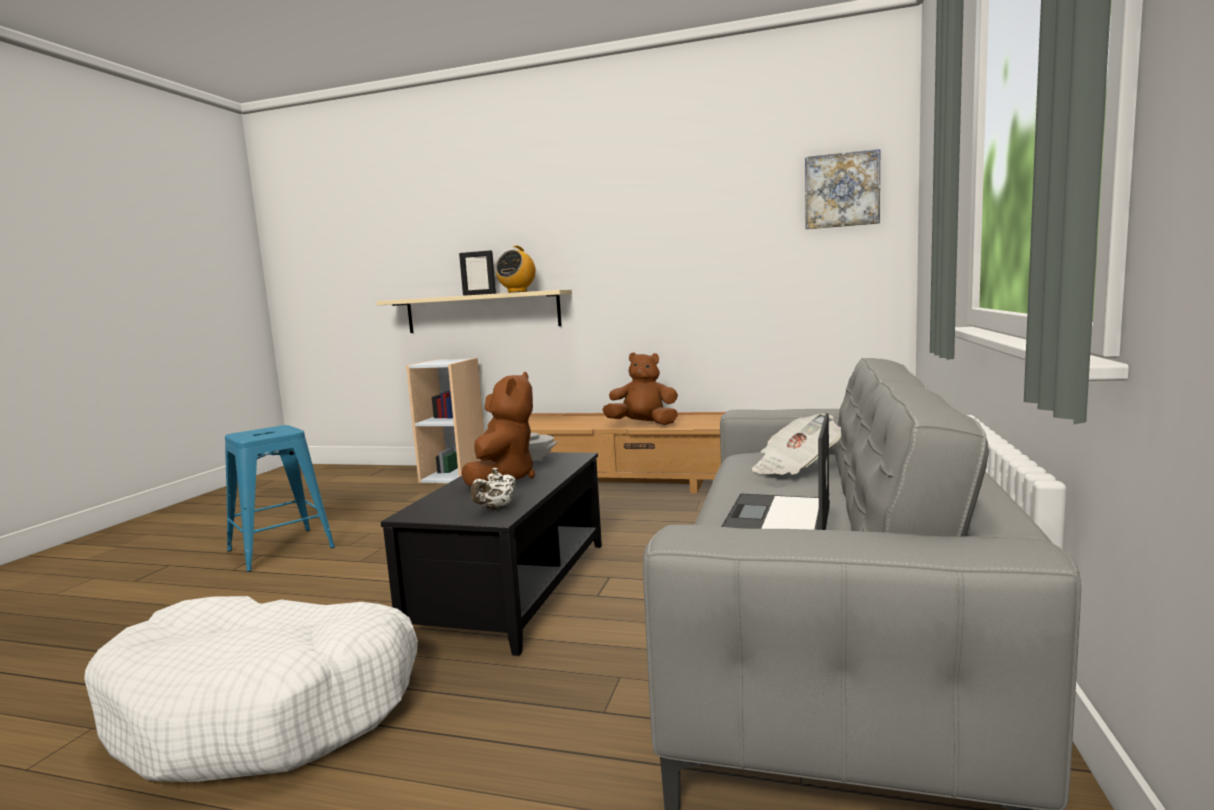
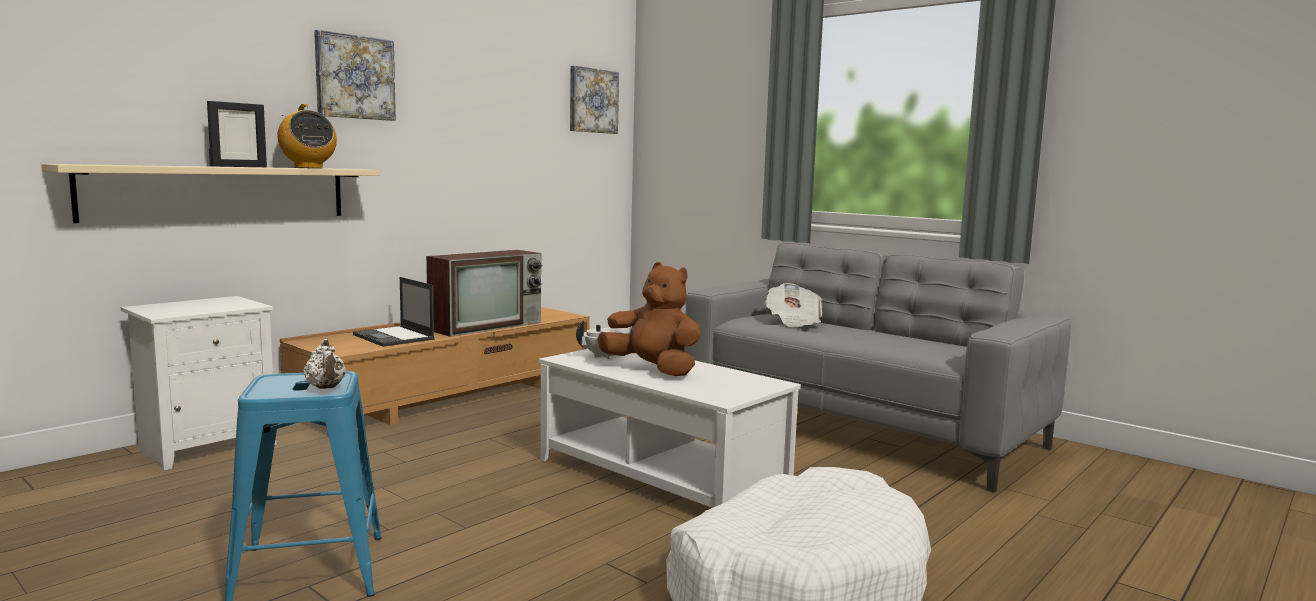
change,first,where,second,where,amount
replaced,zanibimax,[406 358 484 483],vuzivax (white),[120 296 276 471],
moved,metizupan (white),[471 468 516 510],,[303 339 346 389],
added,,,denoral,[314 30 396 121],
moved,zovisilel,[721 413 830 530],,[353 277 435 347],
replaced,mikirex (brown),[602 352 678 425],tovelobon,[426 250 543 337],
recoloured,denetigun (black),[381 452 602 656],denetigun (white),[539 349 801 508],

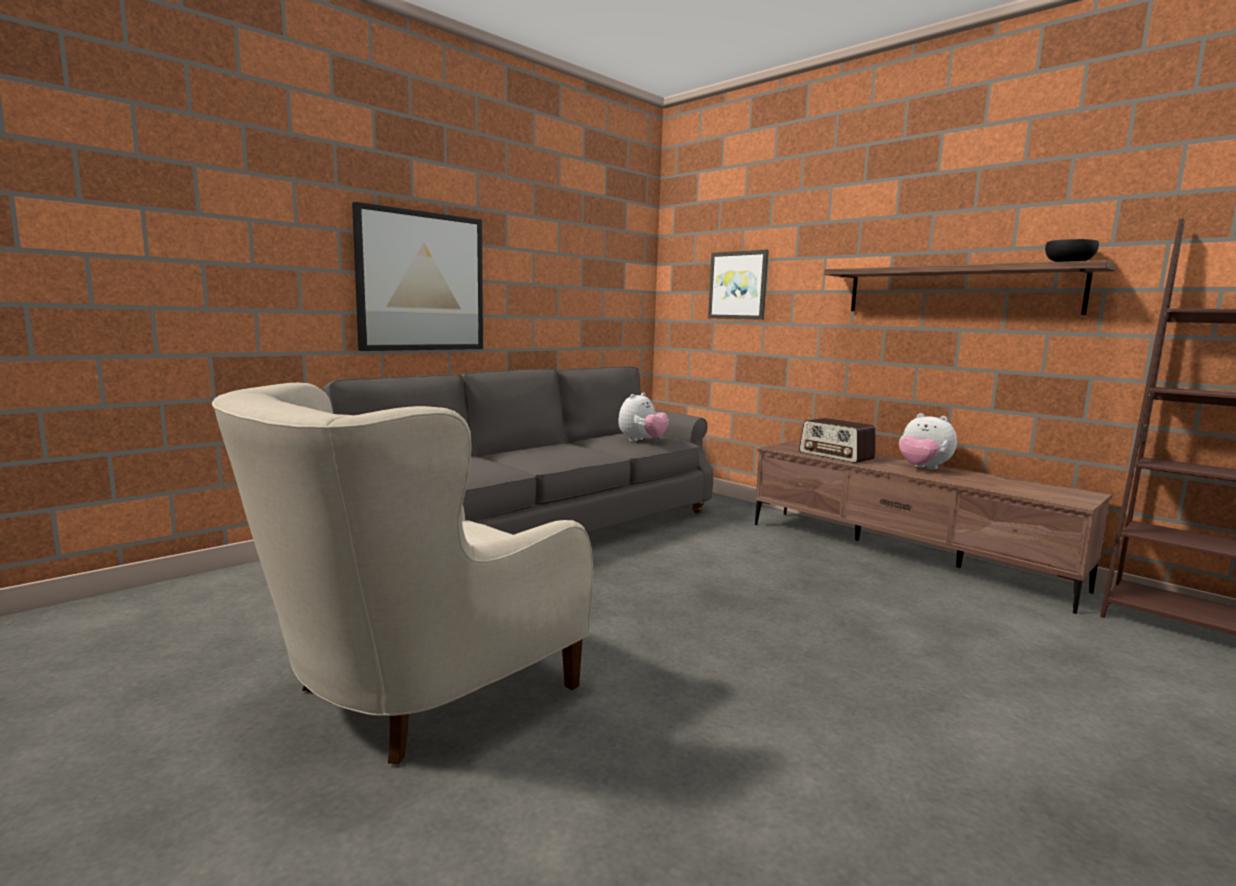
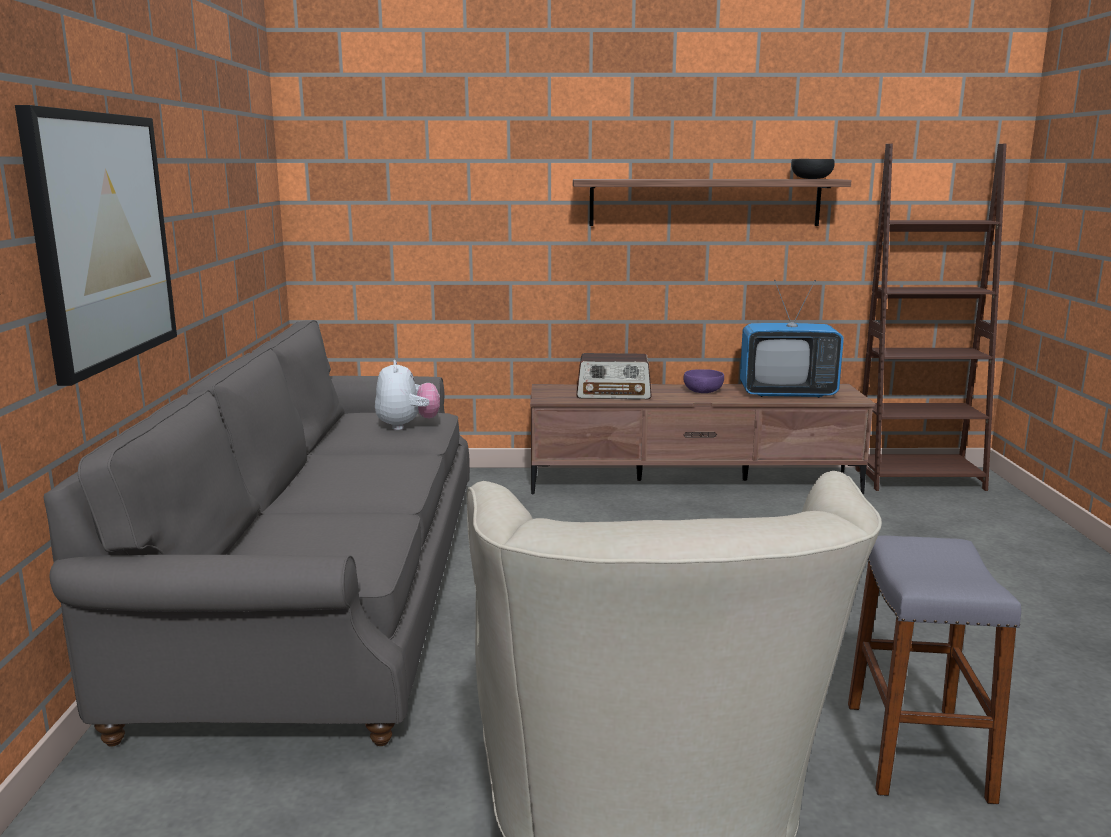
change,first,where,second,where,amount
replaced,mikirex,[899 413 957 470],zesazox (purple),[684 369 724 393],
added,,,tovelobon,[740 280 844 398],
added,,,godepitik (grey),[848 535 1021 804],
removed,denoral,[708 250 769 320],,,

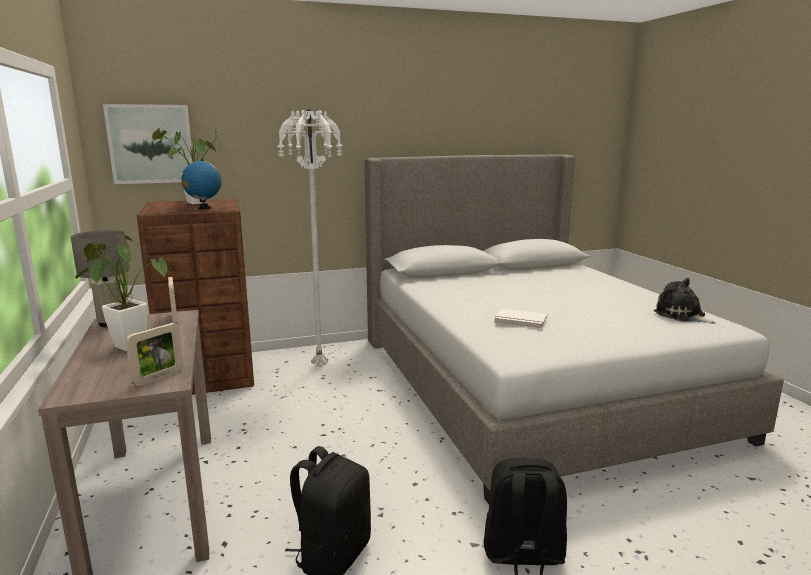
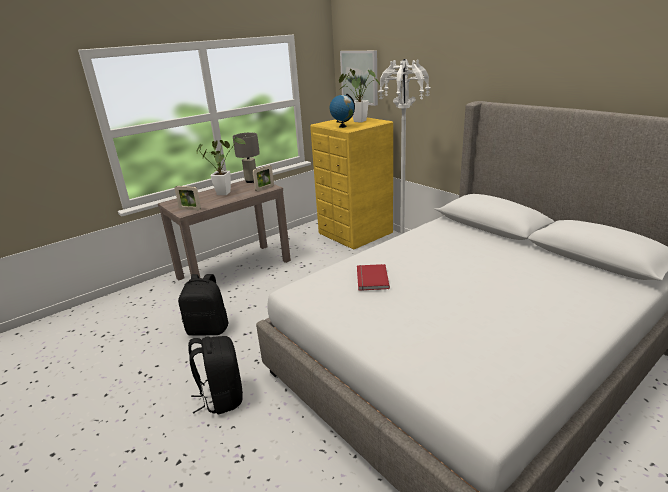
change,first,where,second,where,amount
recoloured,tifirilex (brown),[137 199 254 395],tifirilex (yellow),[310 116 393 250],
recoloured,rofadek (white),[494 308 547 329],rofadek (red),[357 264 390 291],
removed,mikirex,[654 278 716 324],,,

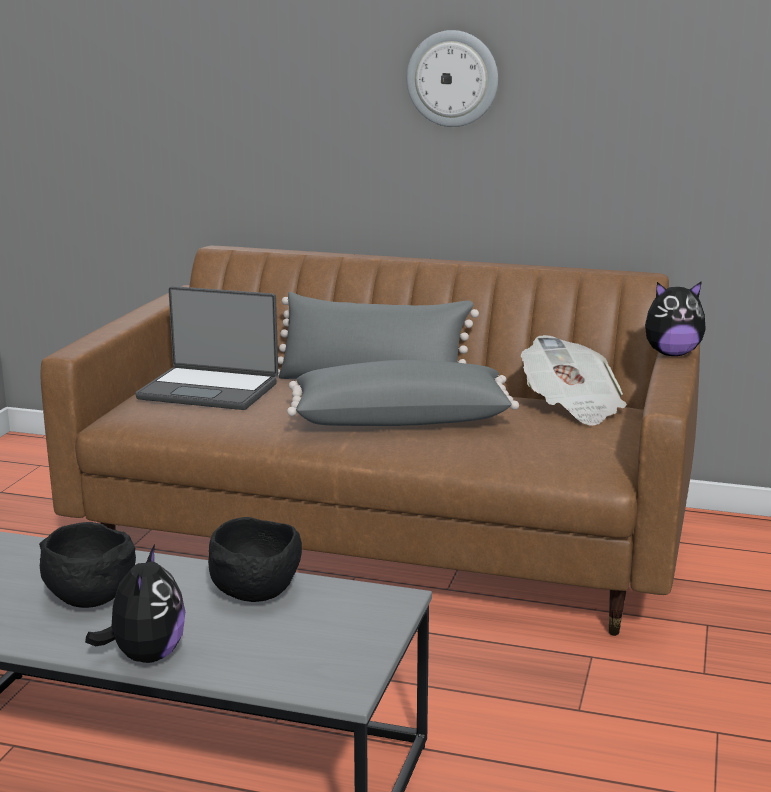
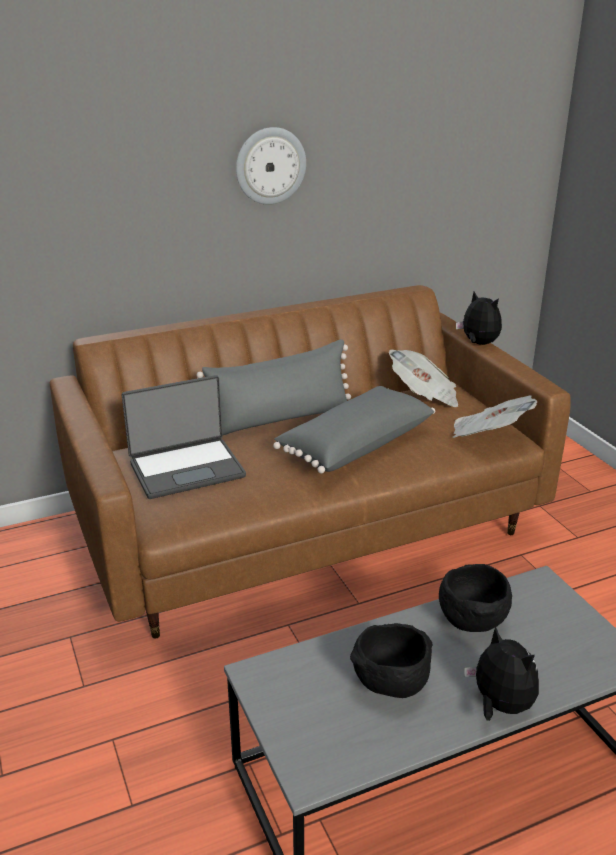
change,first,where,second,where,amount
added,,,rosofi,[453 395 537 438],
turned,mikirex,[645 281 706 356],,[456 292 502 345],90 degrees counterclockwise

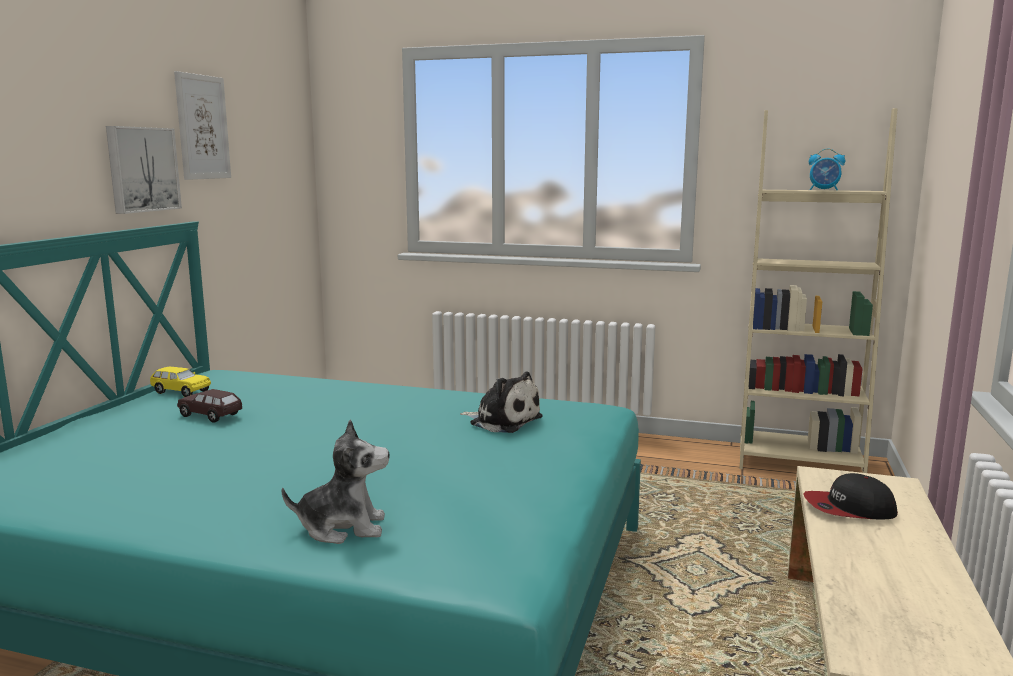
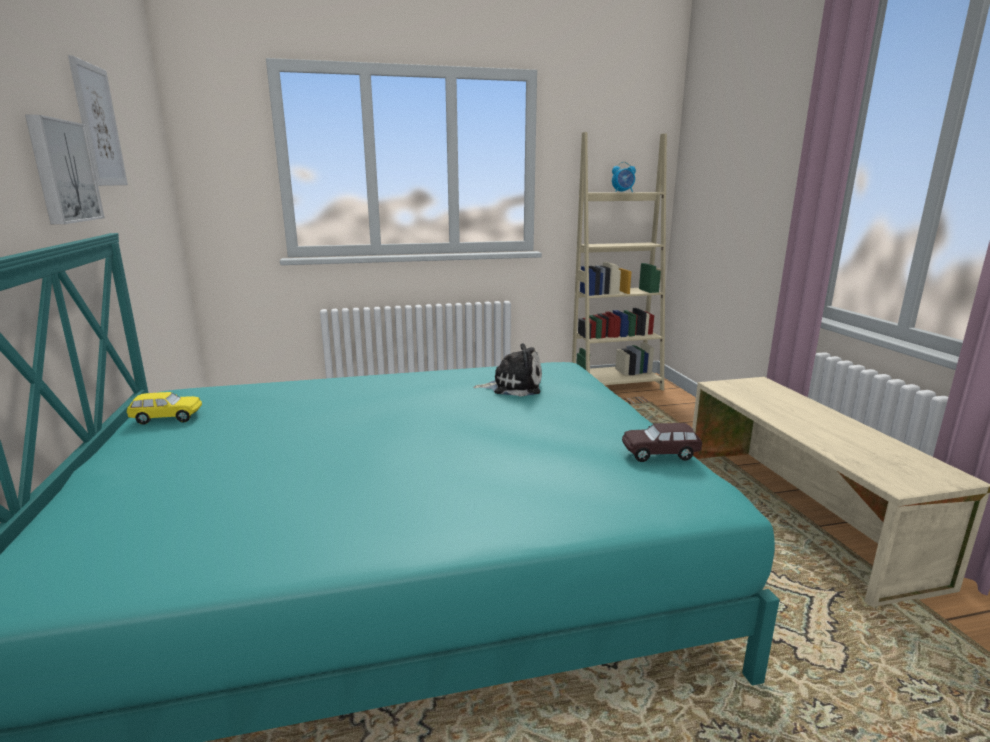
change,first,where,second,where,amount
moved,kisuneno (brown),[177 389 242 423],,[622 423 702 462],
removed,mikirex,[281 419 389 544],,,
removed,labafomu,[803 473 898 519],,,

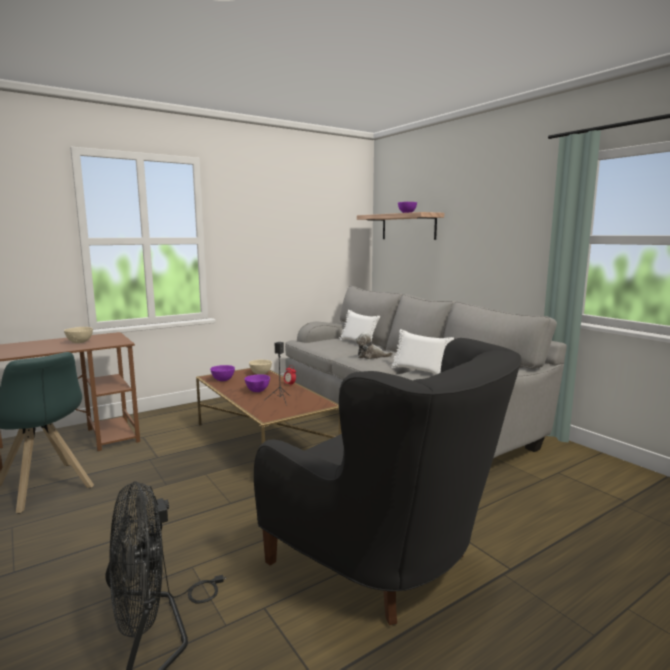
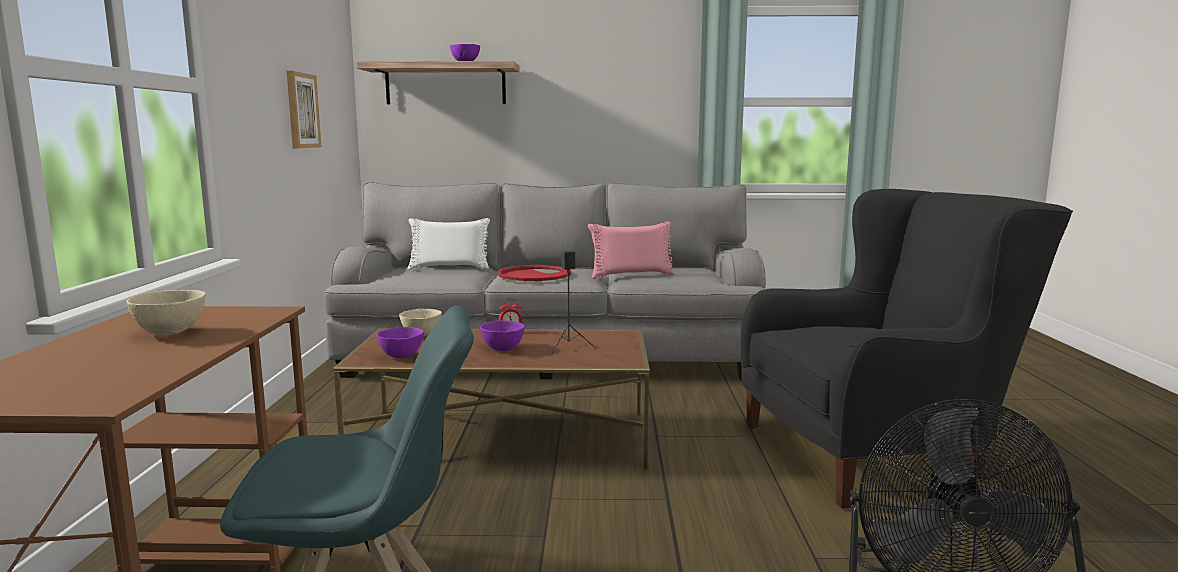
change,first,where,second,where,amount
added,,,denoral,[287 71 321 148],
replaced,mikirex,[356 332 393 359],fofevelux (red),[497 265 571 281],
recoloured,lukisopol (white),[391 329 454 375],lukisopol (pink),[588 222 675 279],

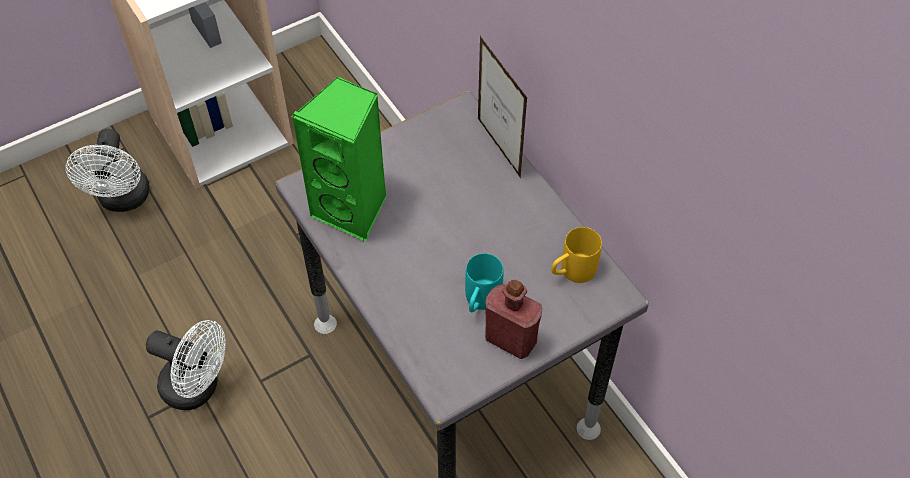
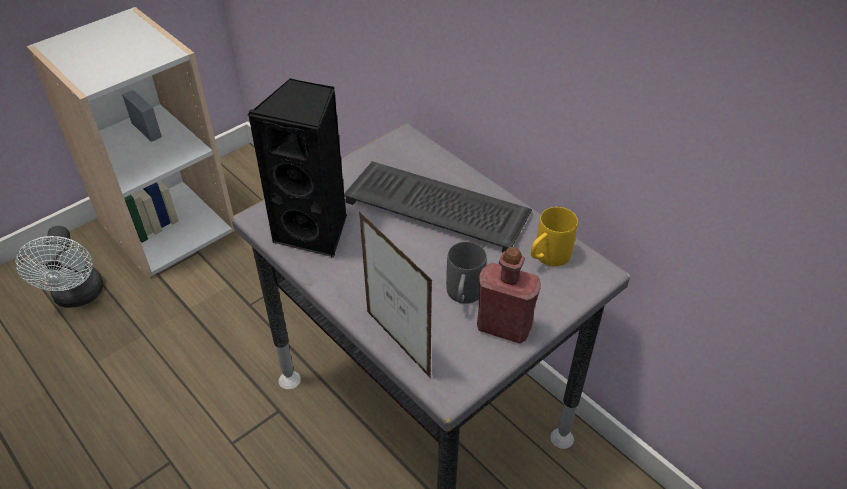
change,first,where,second,where,amount
recoloured,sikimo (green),[291 76 387 242],sikimo (black),[248 78 347 259],
added,,,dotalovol,[344 161 532 252],
moved,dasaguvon,[478 36 527 178],,[359 211 432 378],
recoloured,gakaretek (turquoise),[465 253 503 312],gakaretek (grey),[446 242 487 304],
removed,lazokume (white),[146 320 226 410],,,

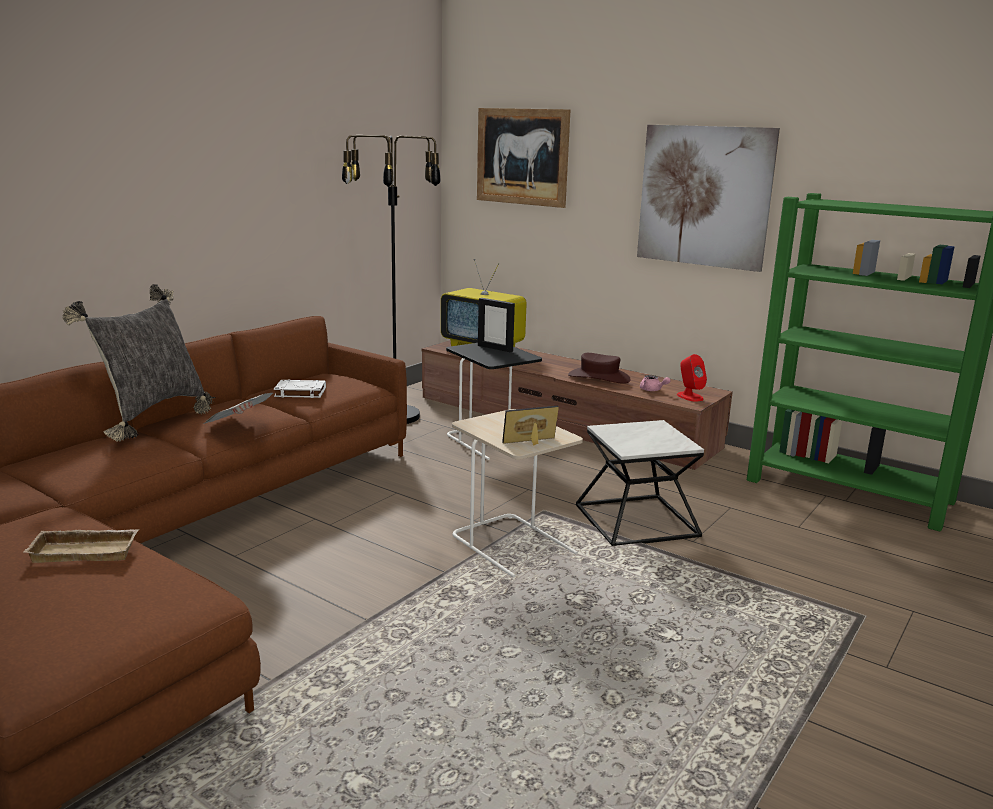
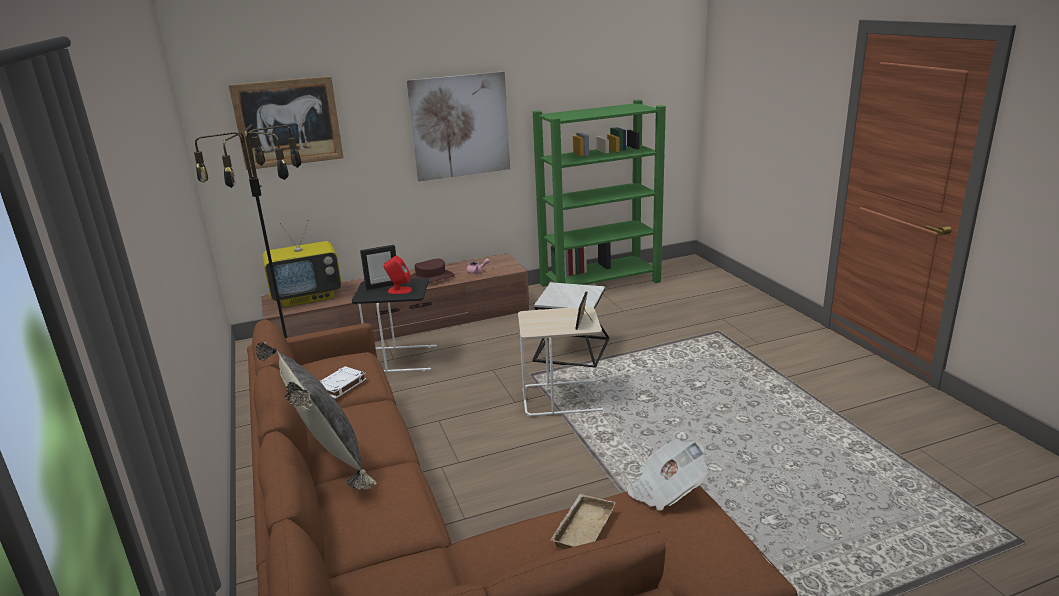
change,first,where,second,where,amount
moved,sikimo (red),[677 354 707 402],,[384 256 412 294],
moved,rosofi,[203 393 273 424],,[628 439 708 511],

